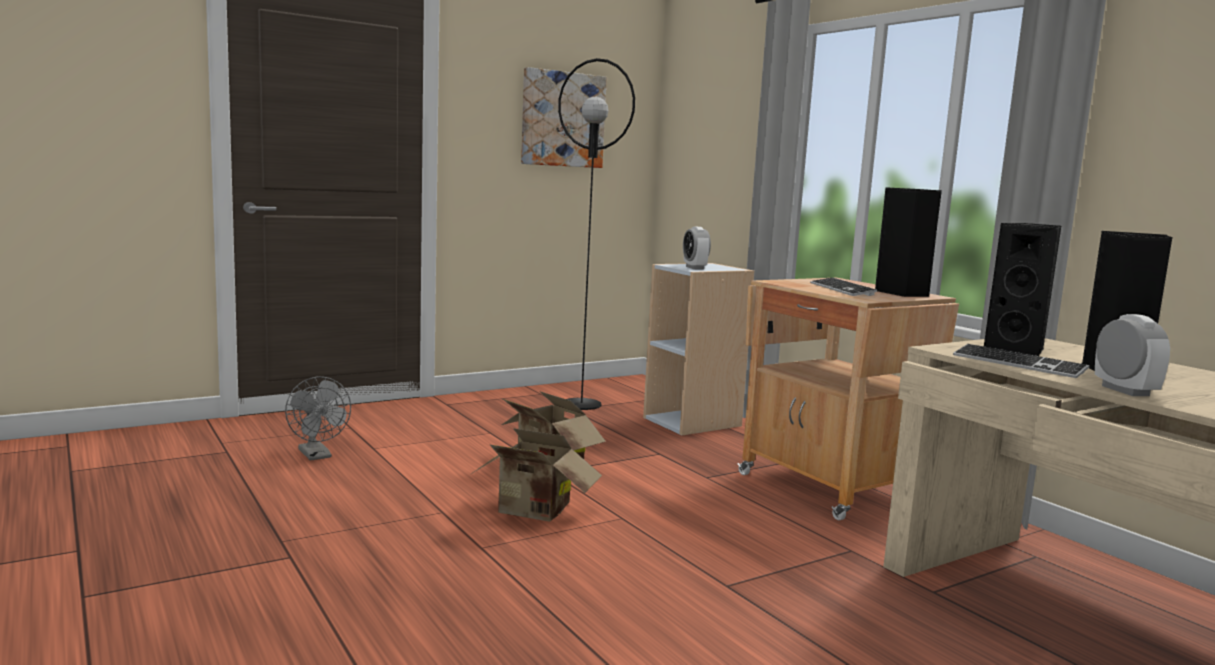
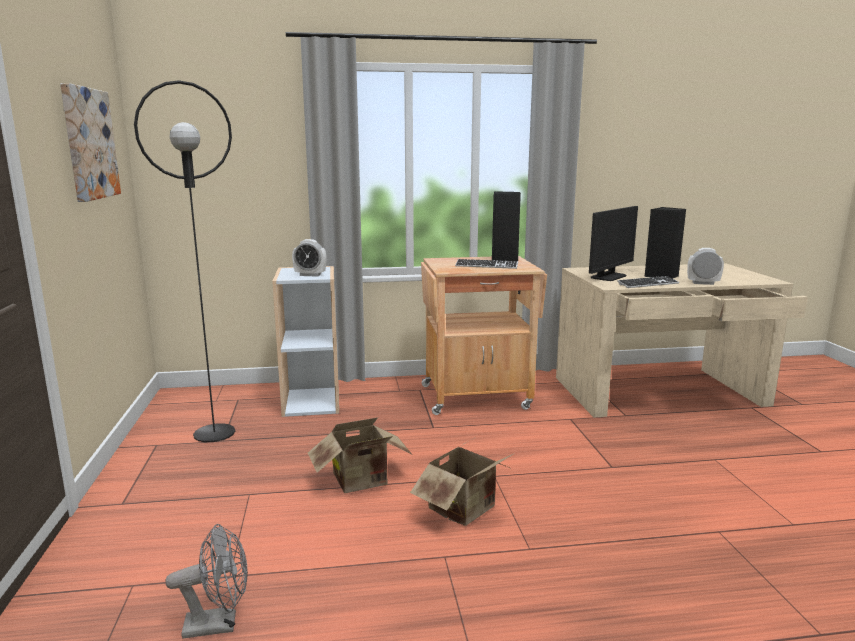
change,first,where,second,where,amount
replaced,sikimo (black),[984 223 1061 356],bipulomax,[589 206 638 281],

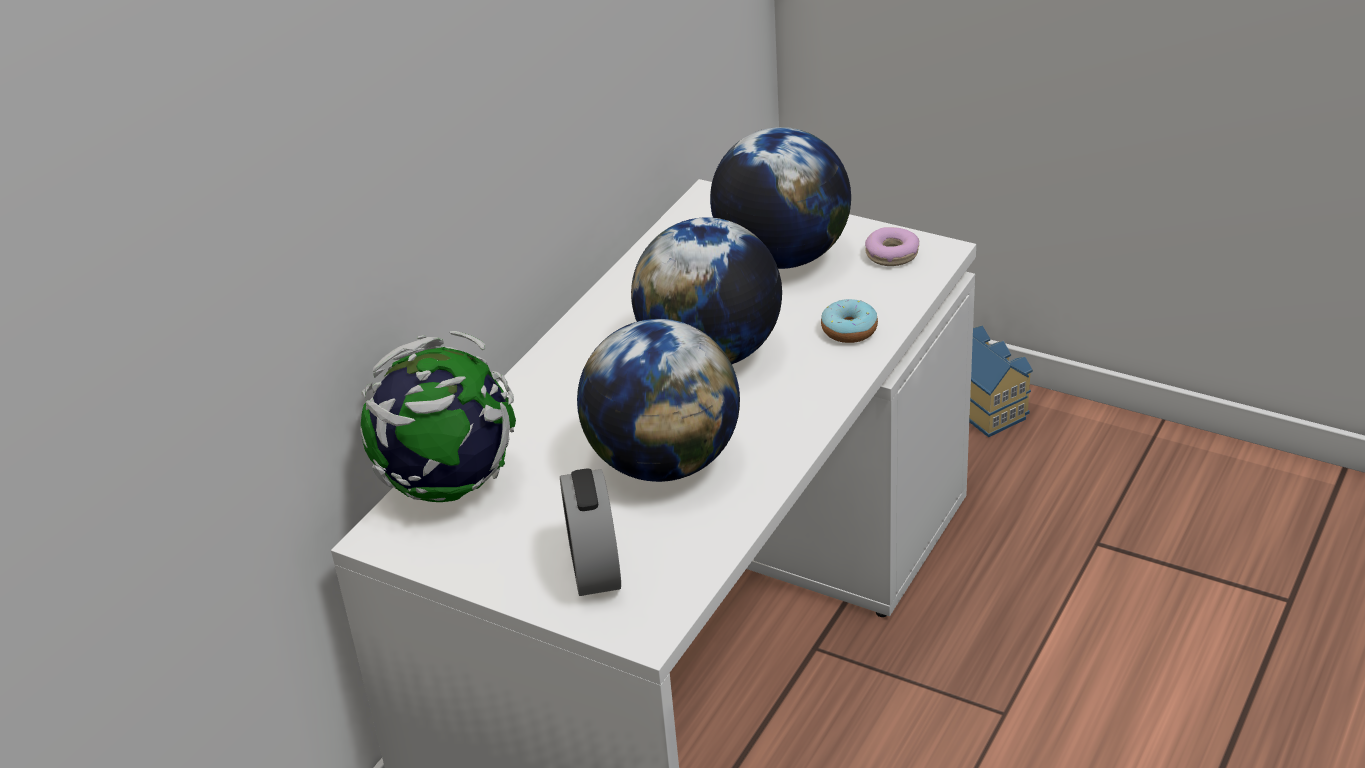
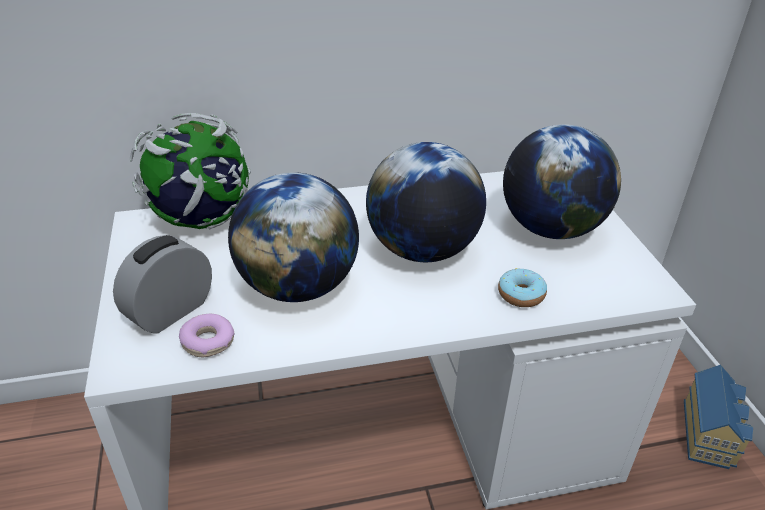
change,first,where,second,where,amount
moved,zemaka,[865 227 919 266],,[179 314 234 357],

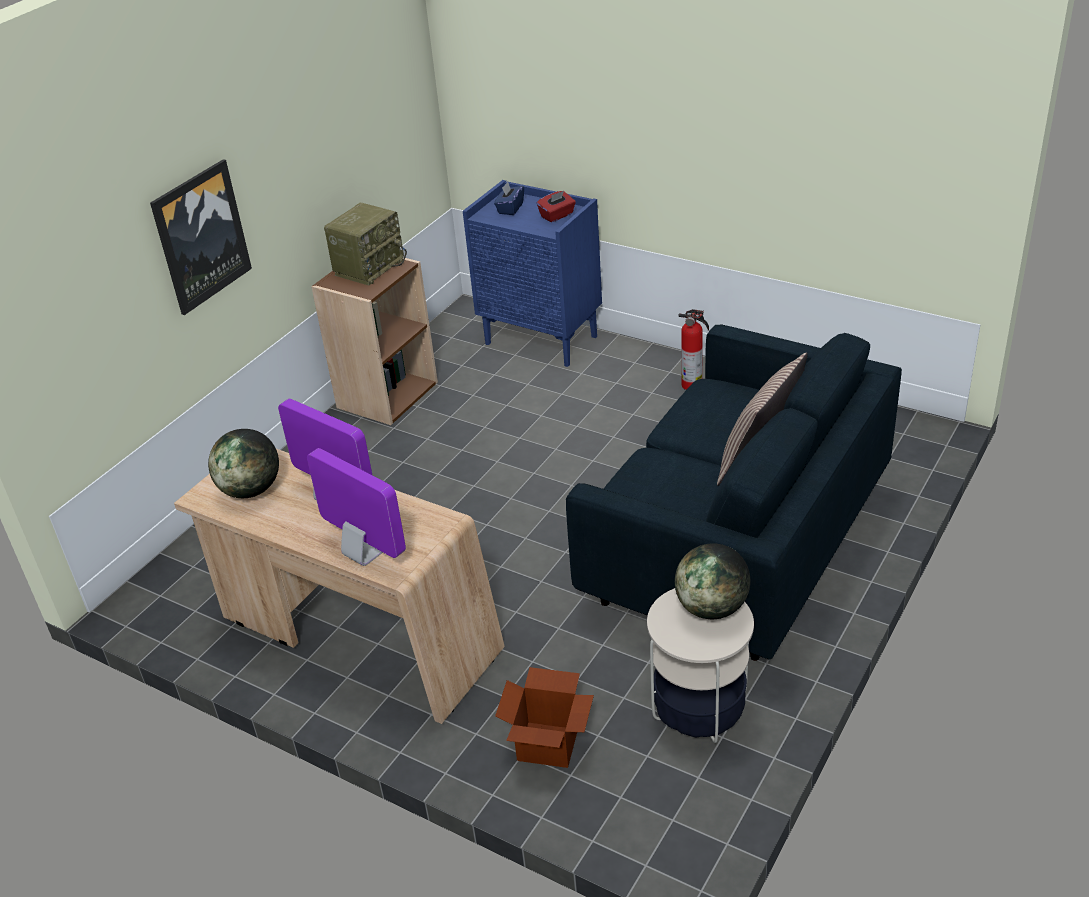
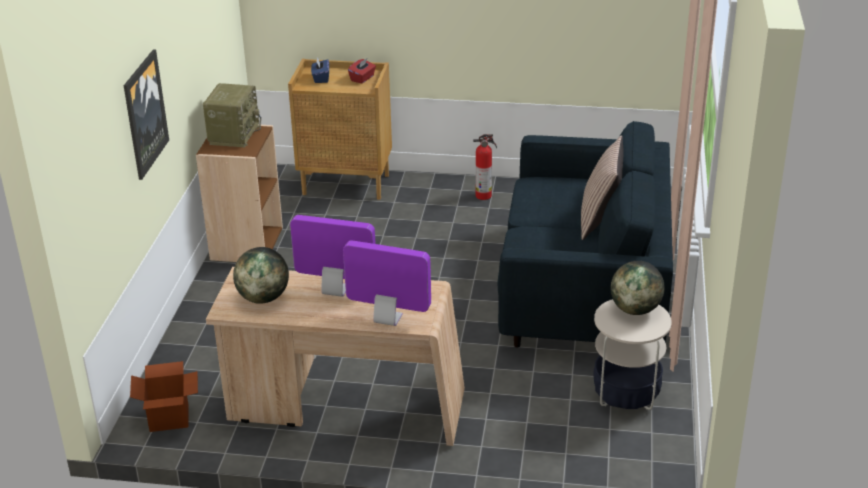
change,first,where,second,where,amount
moved,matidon,[495 667 594 768],,[130 361 198 432],
recoloured,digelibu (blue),[463 180 602 367],digelibu (brown),[288 59 392 200],

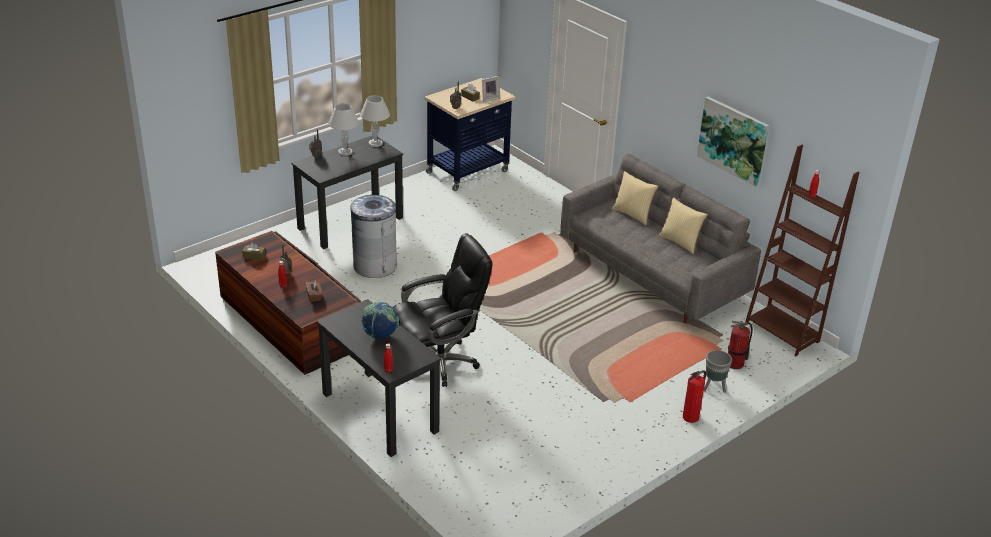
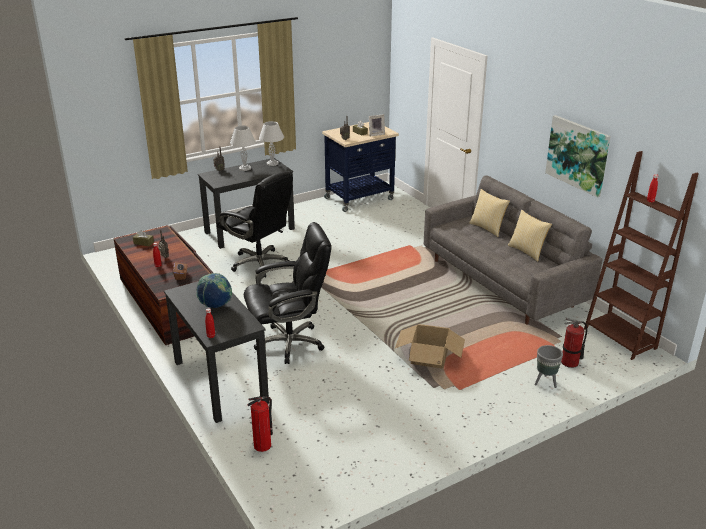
change,first,where,second,where,amount
replaced,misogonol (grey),[350 195 397 278],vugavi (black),[217 171 293 277],
moved,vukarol,[683 370 706 423],,[248 396 273 452],
added,,,matidon,[395 324 465 369],

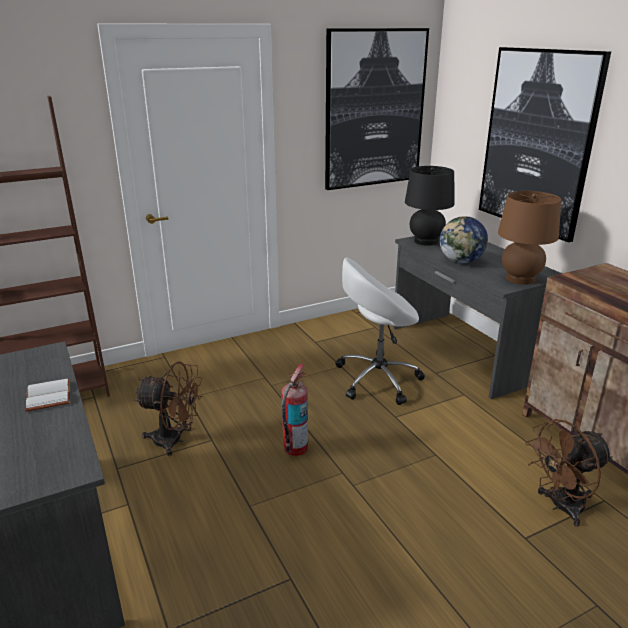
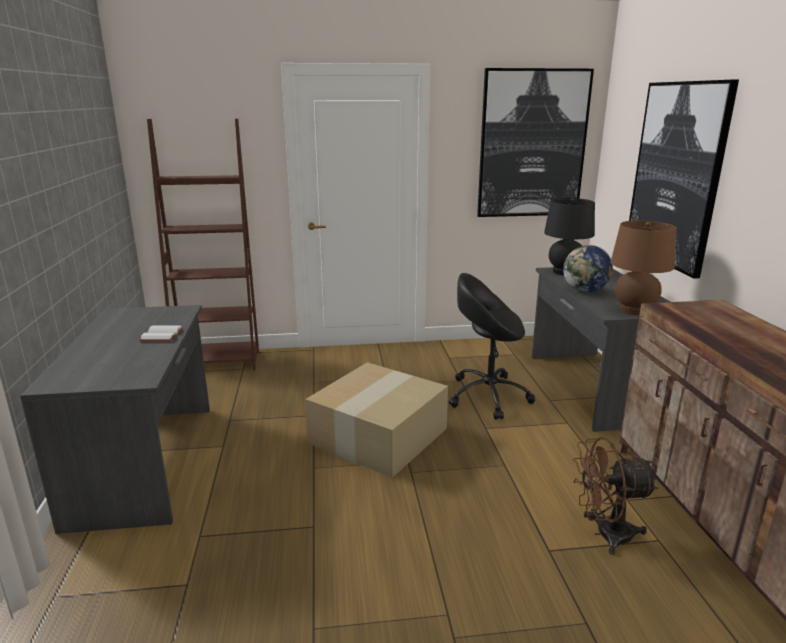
change,first,where,second,where,amount
replaced,vukarol,[281 364 308 456],matidon,[305 362 448 478],
recoloured,vugavi (white),[335 257 425 405],vugavi (black),[449 273 535 420],
removed,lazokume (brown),[134 362 202 456],,,

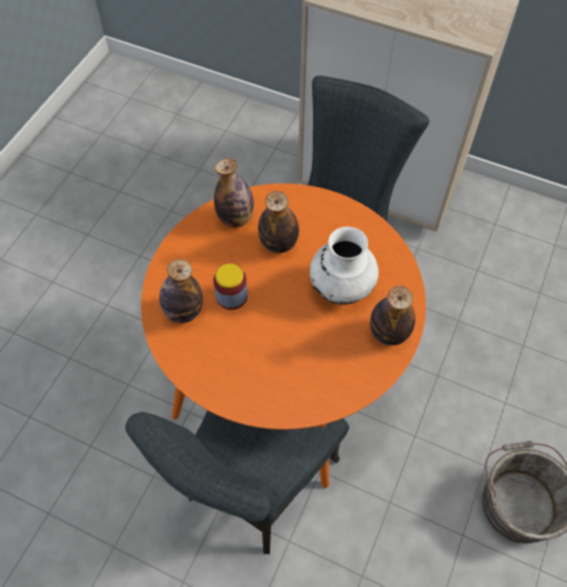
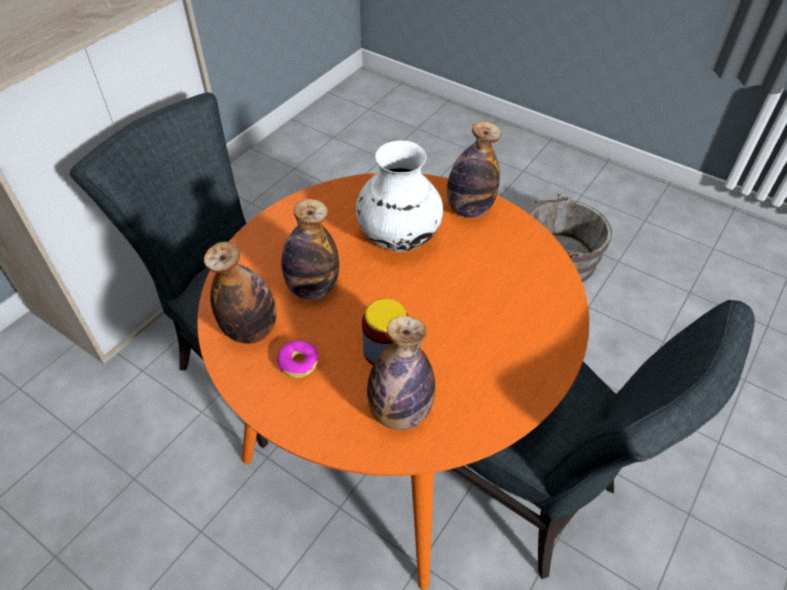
change,first,where,second,where,amount
added,,,zemaka,[277 340 319 378],

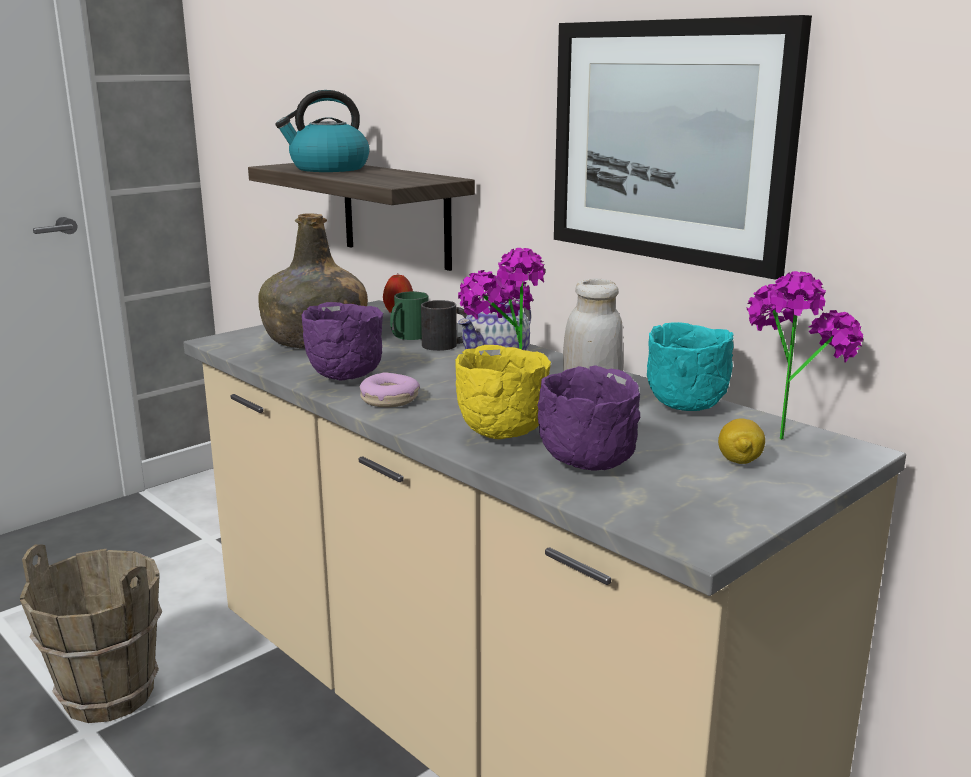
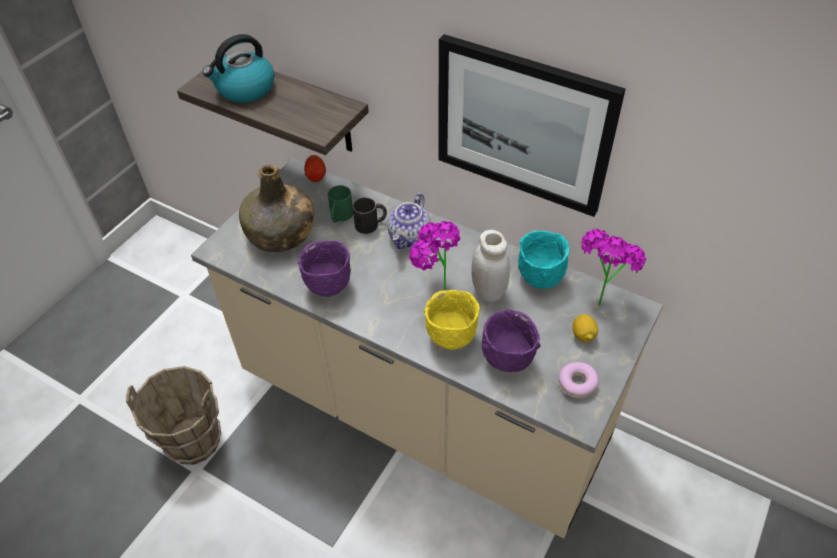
change,first,where,second,where,amount
moved,zemaka,[360 373 420 407],,[559 362 599 398],

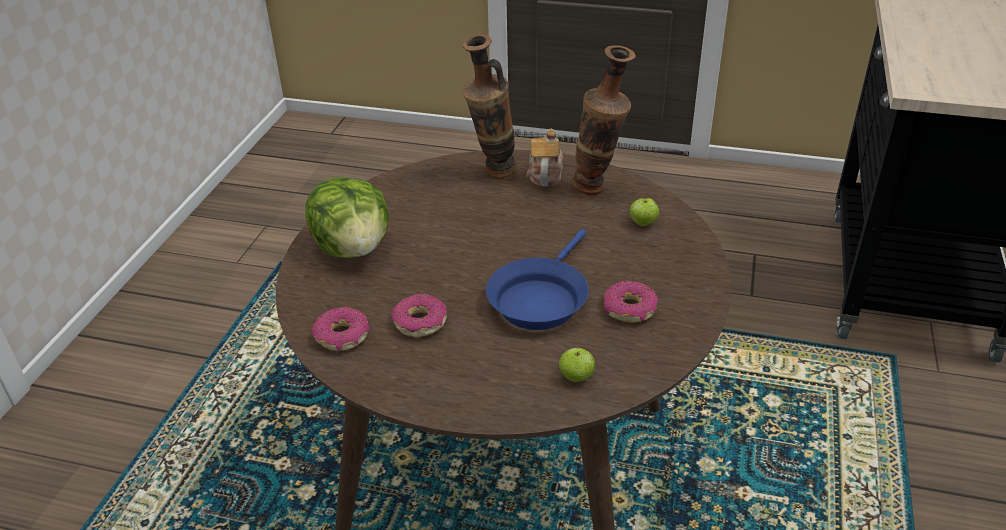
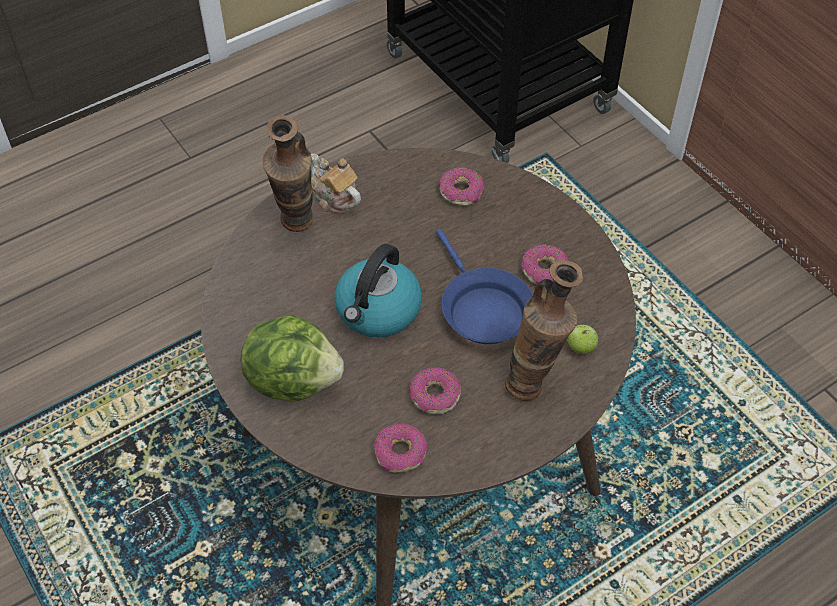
change,first,where,second,where,amount
added,,,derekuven,[334 244 422 338],
replaced,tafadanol,[630 195 659 226],zemaka,[439 168 484 206],
moved,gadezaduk,[571 45 636 195],,[505 260 583 401],

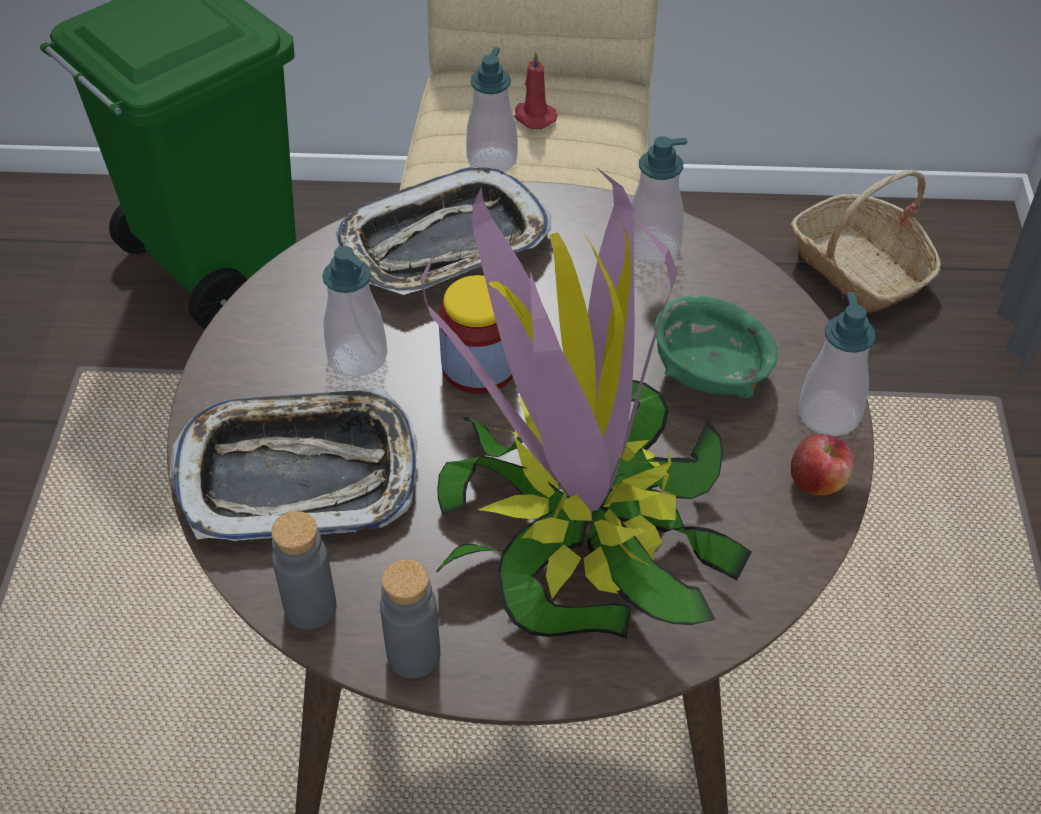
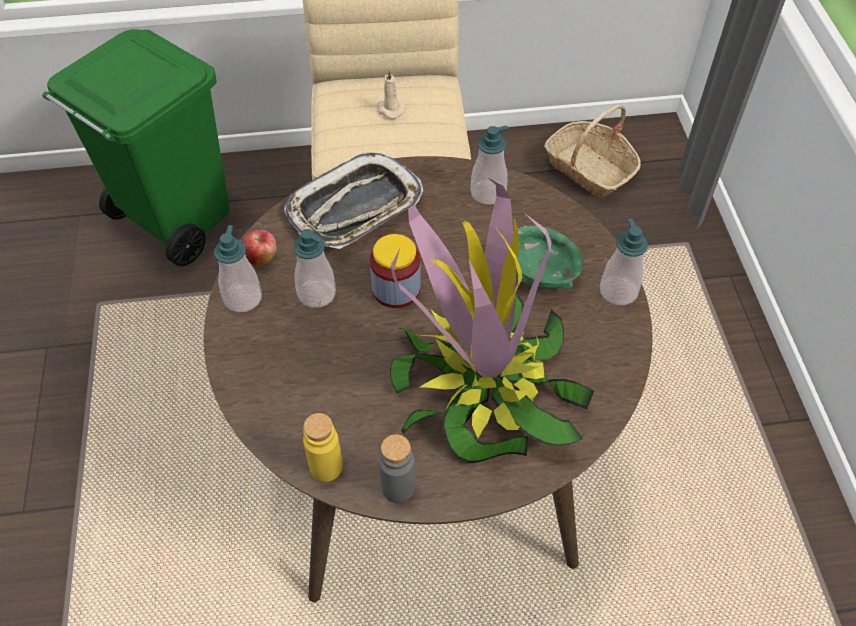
change,first,where,second,where,amount
moved,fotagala,[466 47 518 172],,[214 225 262 312],
moved,tafadanol,[791 434 854 495],,[242 230 277 265],
recoloured,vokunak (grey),[271 511 337 630],vokunak (yellow),[303 413 343 482],
recoloured,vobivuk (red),[514 51 557 129],vobivuk (beige),[377 69 405 118],
removed,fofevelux,[170 387 418 541],,,

